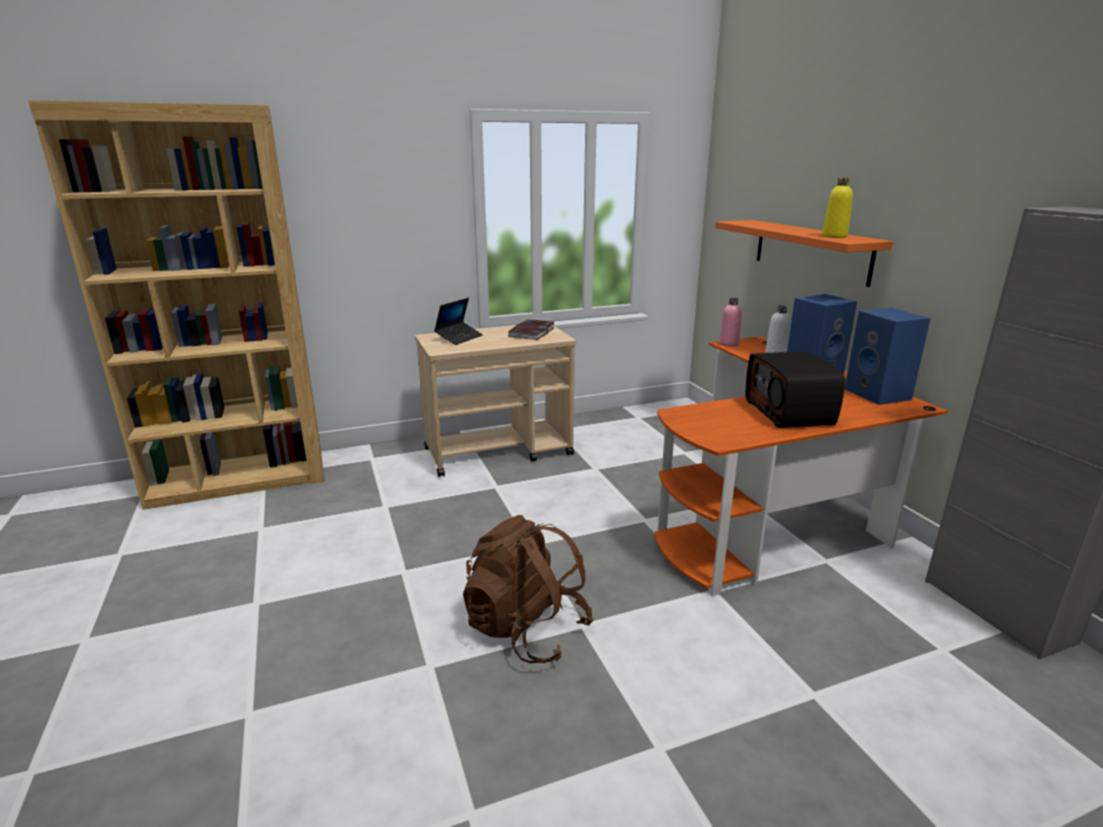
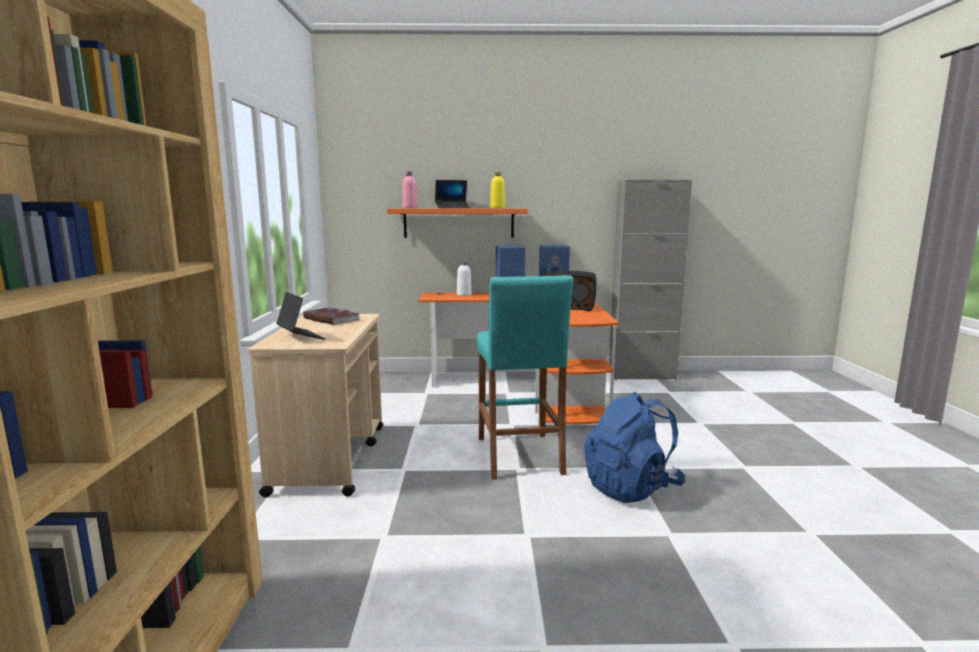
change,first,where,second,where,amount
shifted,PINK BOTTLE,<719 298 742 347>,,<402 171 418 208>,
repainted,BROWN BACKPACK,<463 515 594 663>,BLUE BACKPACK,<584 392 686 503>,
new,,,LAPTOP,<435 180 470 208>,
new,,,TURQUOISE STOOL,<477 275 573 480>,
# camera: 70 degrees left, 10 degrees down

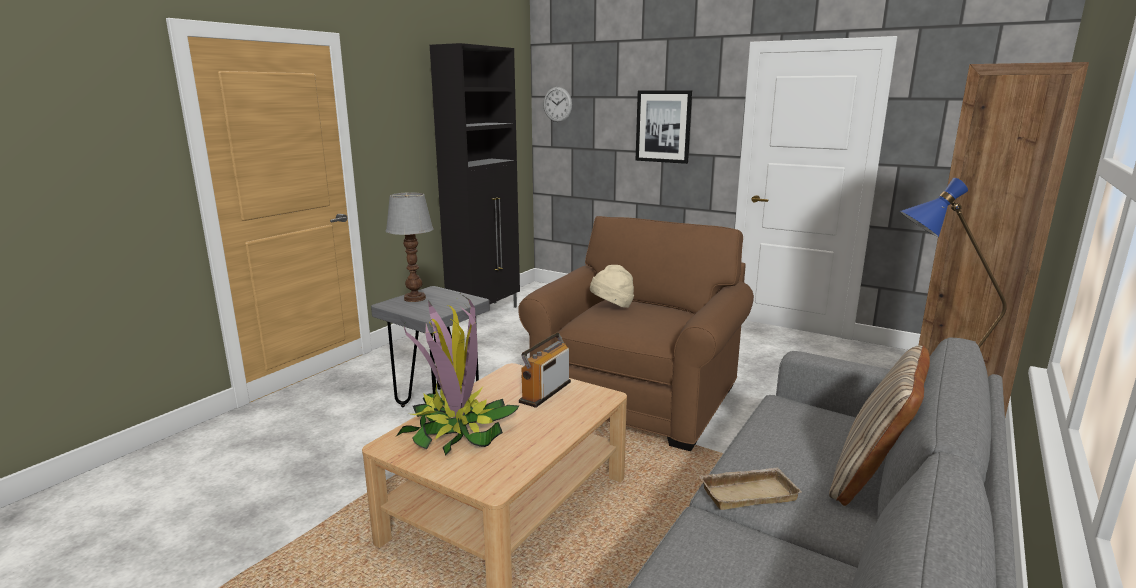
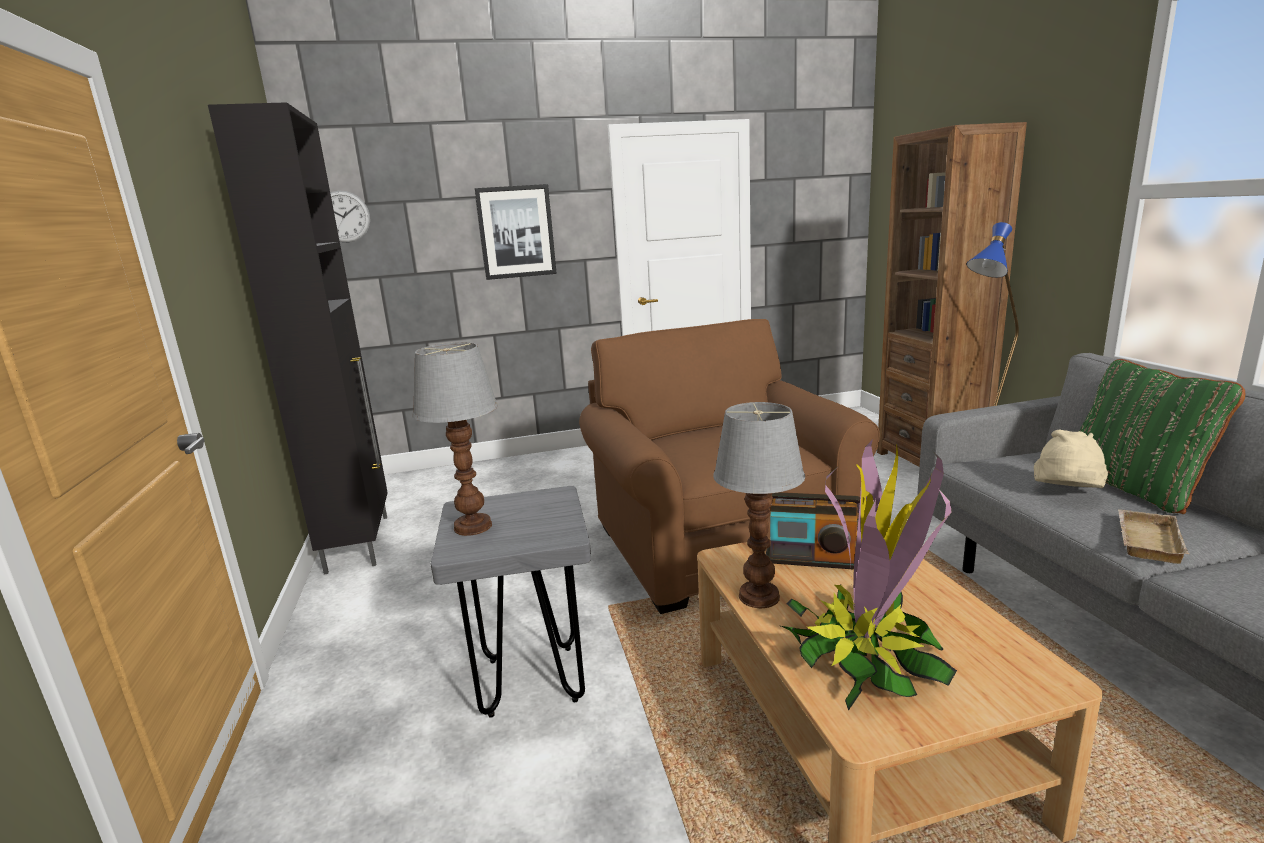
change,first,where,second,where,amount
shifted,BEIGE HAT,<590 265 634 308>,,<1034 430 1108 488>,
rotated,RADIO,<519 333 571 408>,,<766 492 860 570>,60 degrees counterclockwise
repainted,BEIGE PILLOW,<829 345 930 506>,GREEN PILLOW,<1079 359 1245 514>,
new,,,TABLE LAMP,<713 402 805 608>,
# camera: 45 degrees left, 0 degrees up

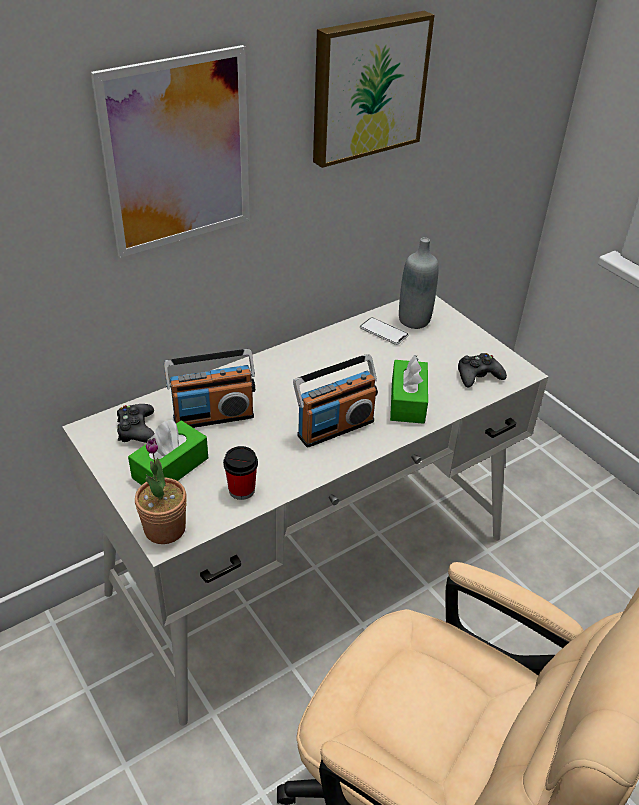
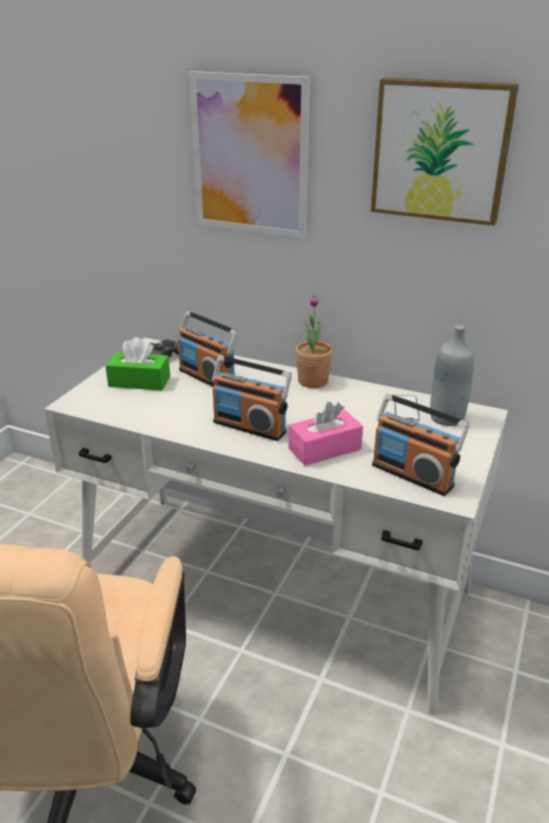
change,first,where,second,where,amount
swapped,BLACK GAME CONTROLLER,<458 353 507 387>,RADIO,<372 394 470 496>,
repainted,GREEN TISSUE BOX,<390 355 428 424>,PINK TISSUE BOX,<289 402 363 466>,
shifted,POTTED PLANT,<135 438 187 544>,,<296 295 333 388>,
gone,CUP,<223 446 258 500>,,,
# camera: 60 degrees right, 10 degrees down

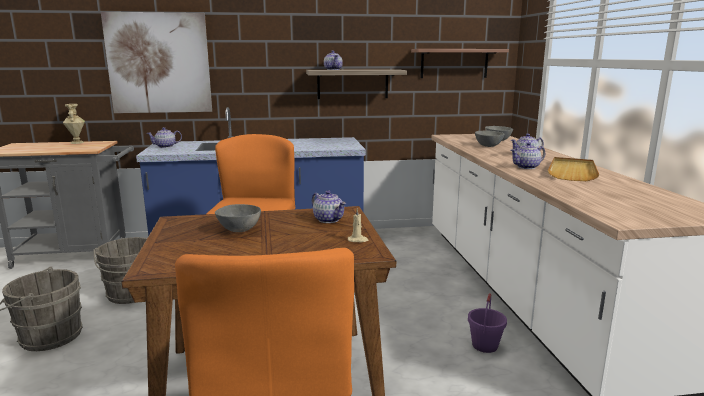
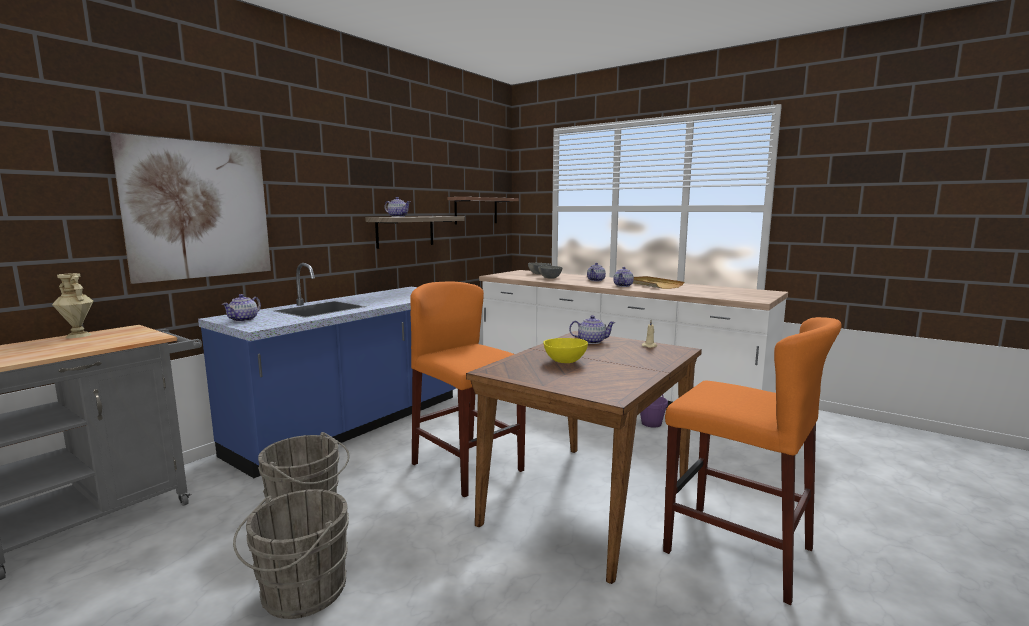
change,first,where,second,where,amount
repainted,GREY BOWL,<215 204 261 232>,YELLOW BOWL,<544 338 588 363>,
# camera: 45 degrees left, 5 degrees down

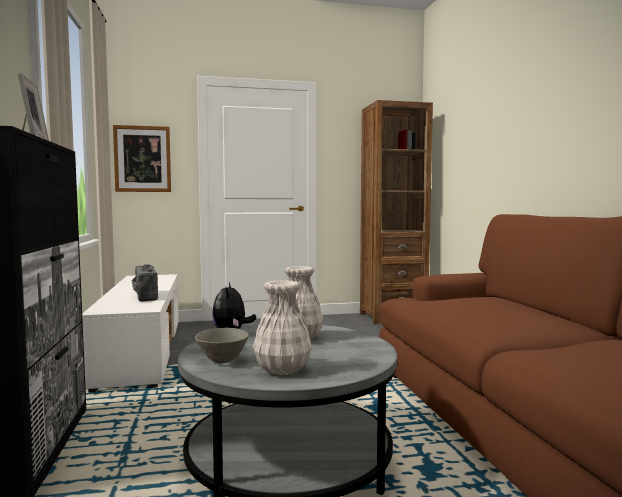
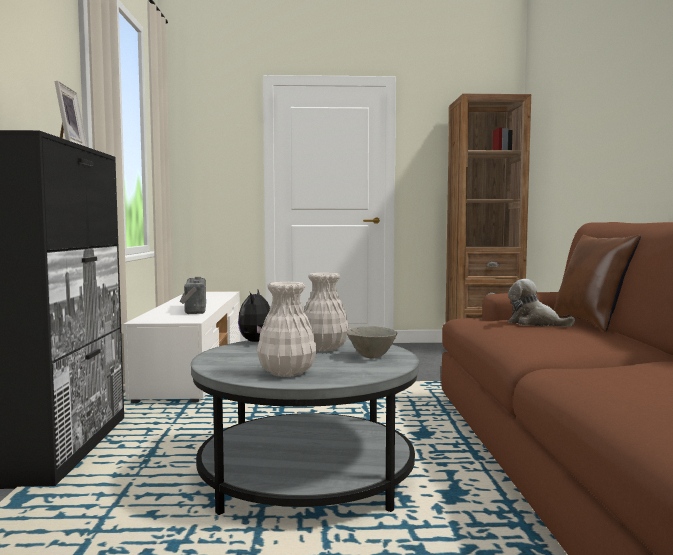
change,first,where,second,where,amount
gone,PICTURE,<113 125 171 192>,,,
shifted,GREY BOWL,<195 328 249 363>,,<346 326 397 358>,
new,,,BROWN PILLOW,<554 235 641 332>,
new,,,PLUSH TOY,<508 279 575 327>,
# camera: 10 degrees right, 0 degrees up

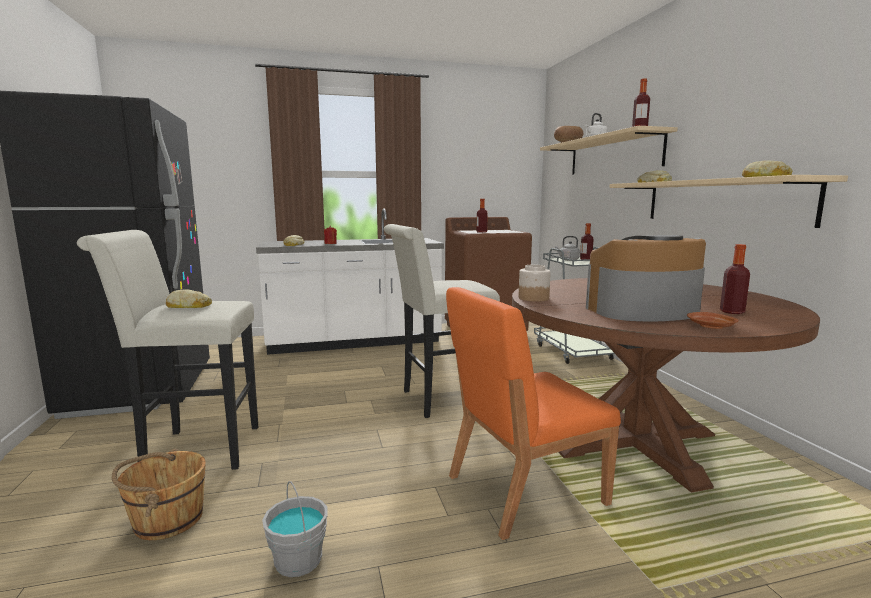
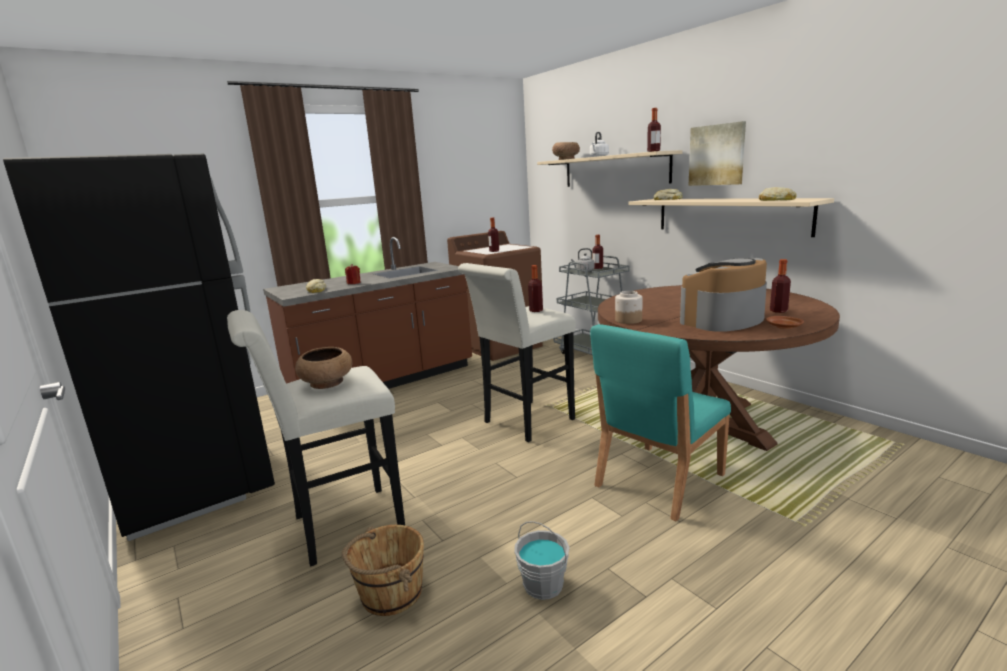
change,first,where,second,where,amount
repainted,WHITE COUNTER,<256 208 444 355>,BROWN COUNTER,<263 237 472 389>,
repainted,ORANGE CHAIR,<446 287 621 540>,TURQUOISE CHAIR,<590 324 731 521>,
swapped,BREAD,<166 290 212 308>,BROWN BOWL,<295 347 352 389>,
new,,,PICTURE,<688 121 746 186>,
new,,,BOTTLE,<528 265 543 312>,
# camera: 20 degrees left, 5 degrees up

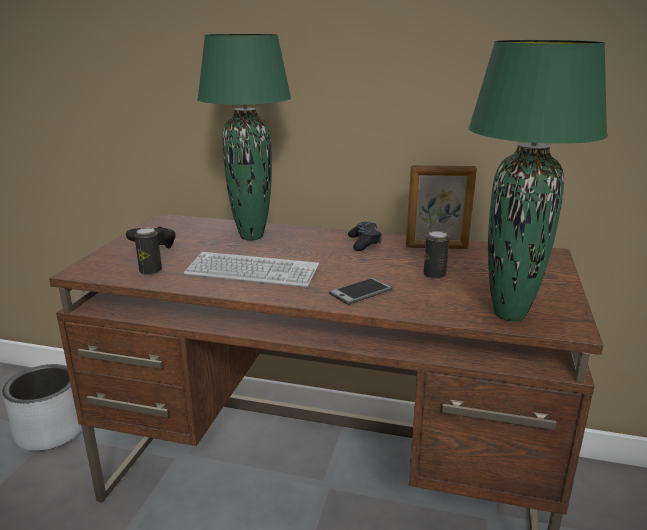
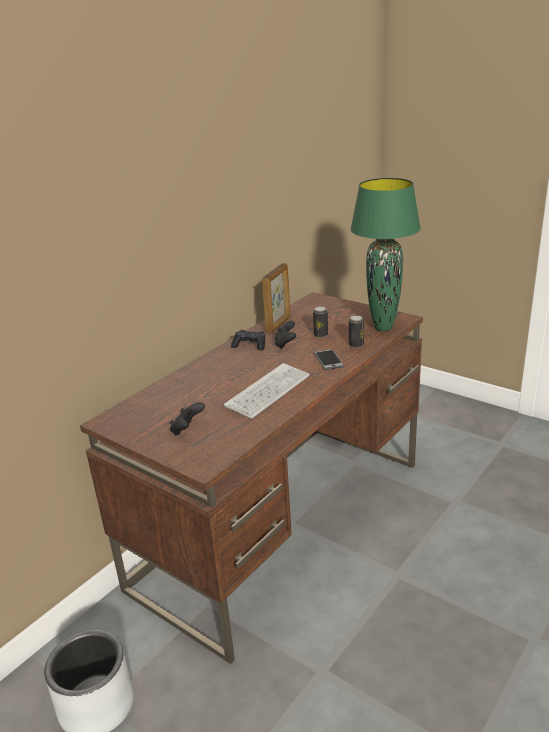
change,first,where,second,where,amount
gone,GREEN TABLE LAMP,<197 34 291 241>,,,
shifted,CAN,<134 228 162 275>,,<349 315 364 348>,
new,,,BLACK GAME CONTROLLER,<275 321 296 349>,
# camera: 65 degrees left, 5 degrees up

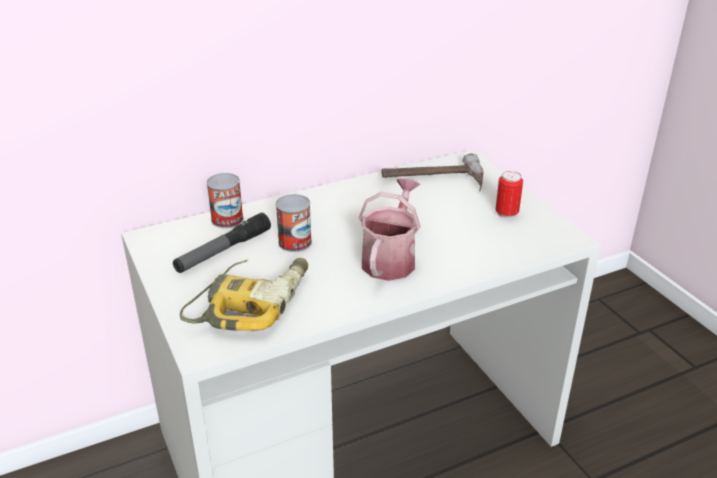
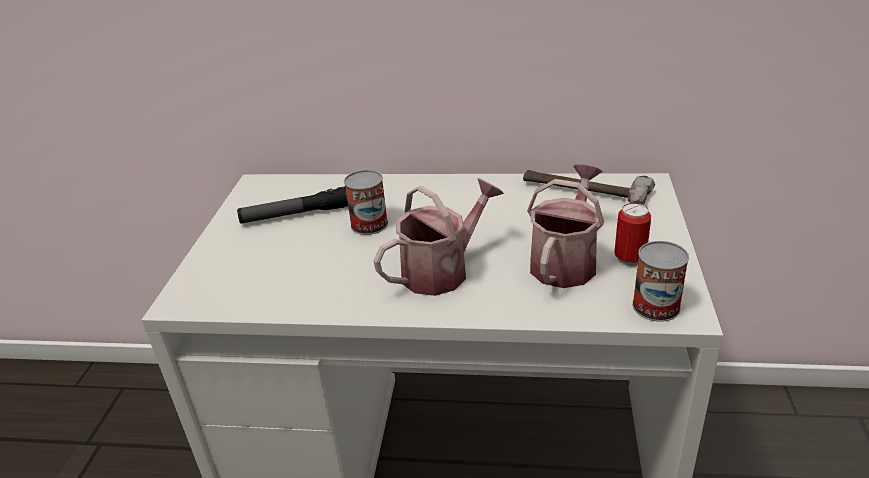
change,first,where,second,where,amount
shifted,CAN,<206 173 243 228>,,<632 241 689 322>,
gone,POWER DRILL,<180 258 308 331>,,,
new,,,WATERING CAN,<527 164 604 288>,
# camera: 35 degrees right, 0 degrees up

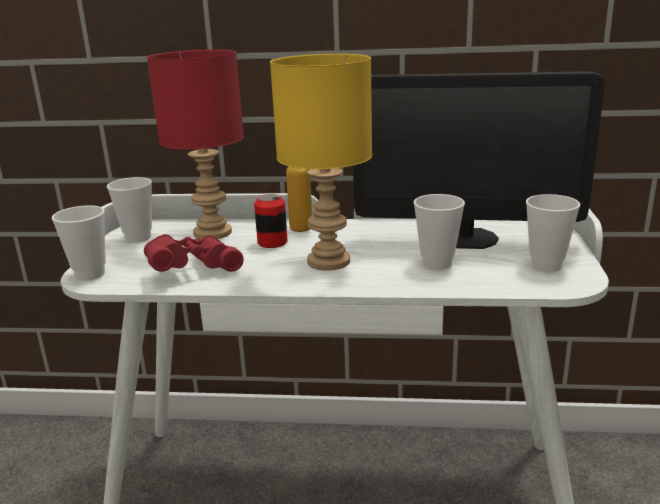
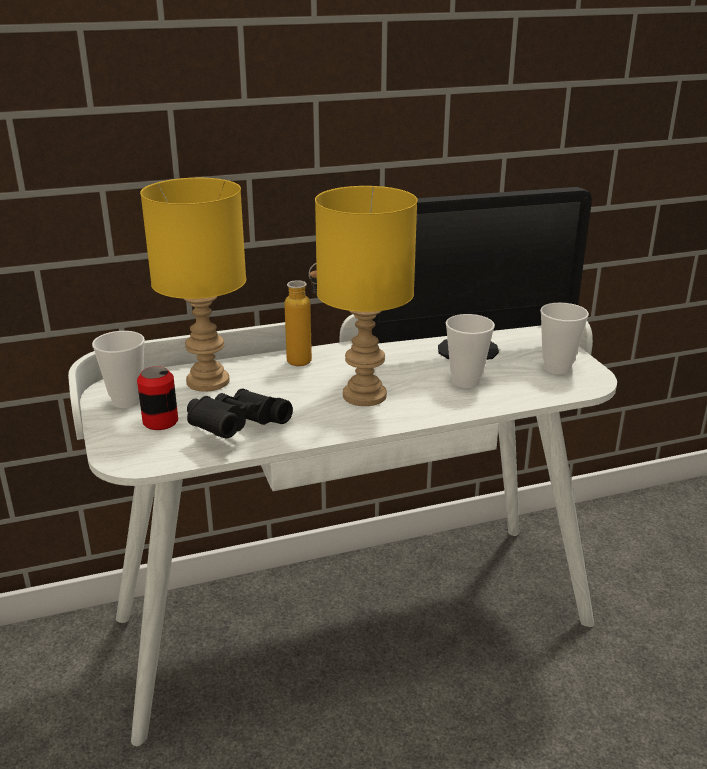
change,first,where,second,where,amount
repainted,RED TABLE LAMP,<147 49 244 239>,YELLOW TABLE LAMP,<140 178 246 392>,
shifted,CAN,<254 194 288 248>,,<137 366 178 430>,
gone,CUP,<52 205 106 281>,,,
repainted,RED BINOCULARS,<144 234 244 272>,BLACK BINOCULARS,<187 388 293 438>,
# camera: 25 degrees left, 5 degrees up

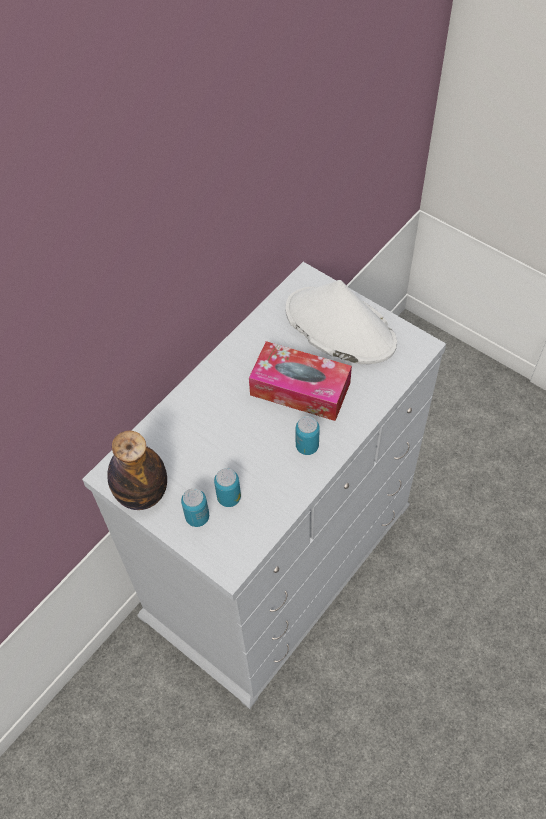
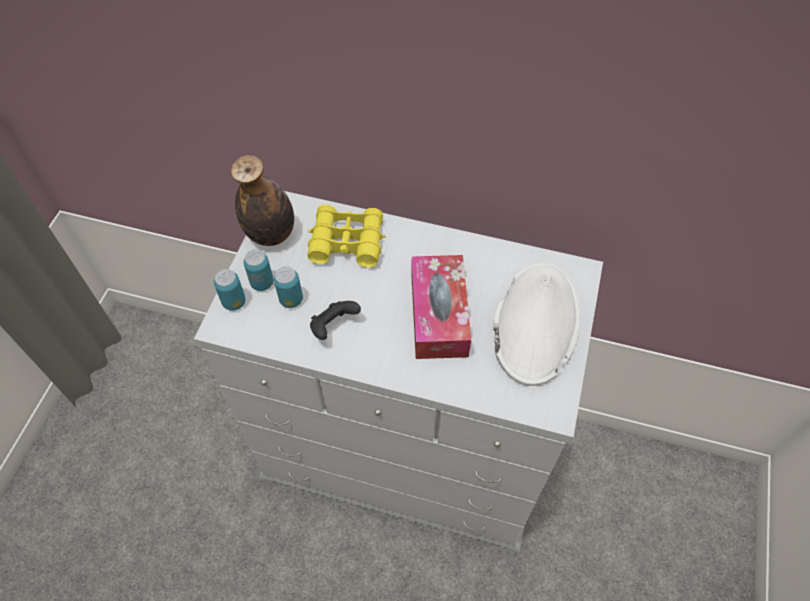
change,first,where,second,where,amount
shifted,CAN,<296 416 320 455>,,<214 269 246 311>,
new,,,YELLOW BINOCULARS,<308 205 386 268>,
new,,,BLACK GAME CONTROLLER,<310 301 361 340>,
# camera: 65 degrees right, 0 degrees up

